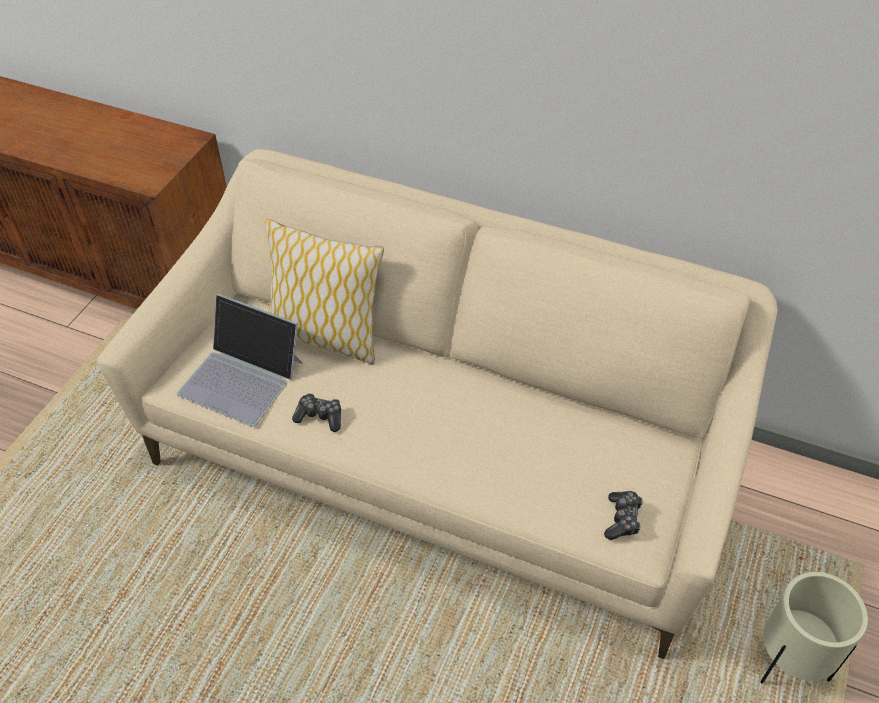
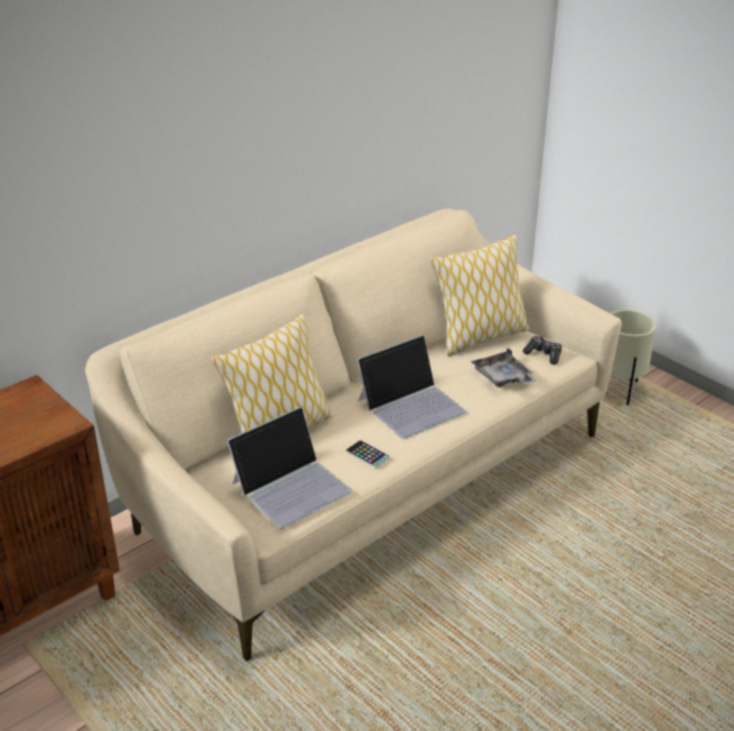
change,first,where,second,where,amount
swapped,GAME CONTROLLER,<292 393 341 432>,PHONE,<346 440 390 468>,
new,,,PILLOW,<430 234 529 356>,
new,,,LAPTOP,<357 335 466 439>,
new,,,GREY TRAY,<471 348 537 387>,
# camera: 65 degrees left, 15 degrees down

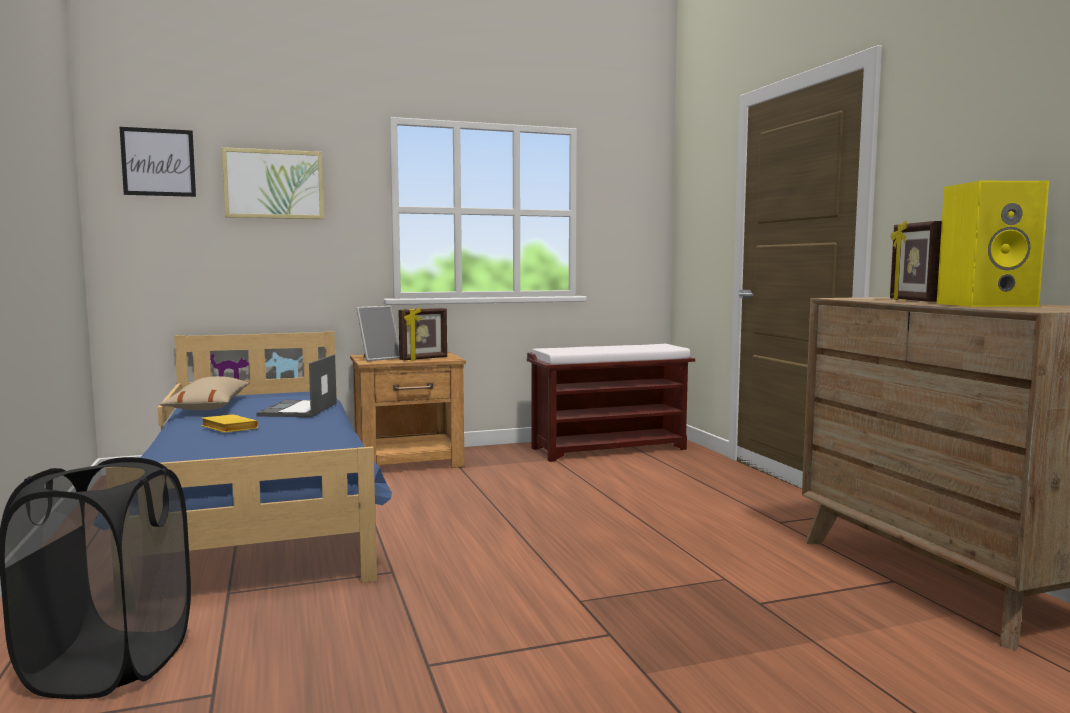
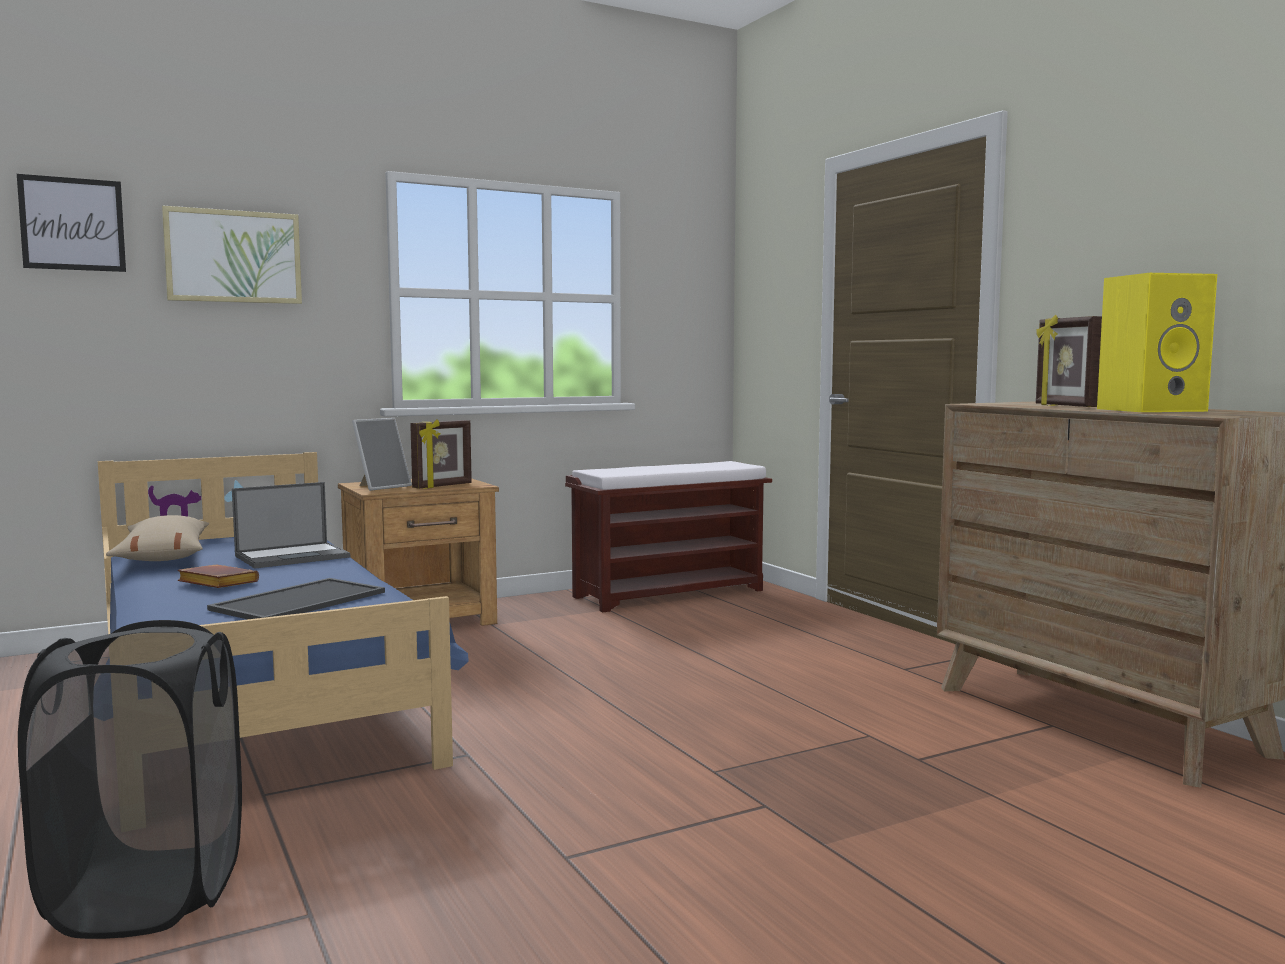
change,first,where,second,where,amount
rotated,LAPTOP,<256 354 337 417>,,<232 482 350 569>,120 degrees counterclockwise
repainted,YELLOW BOOK,<201 414 259 433>,BROWN BOOK,<178 564 259 588>,
new,,,TRAY,<207 578 385 619>,
# camera: 10 degrees left, 0 degrees up

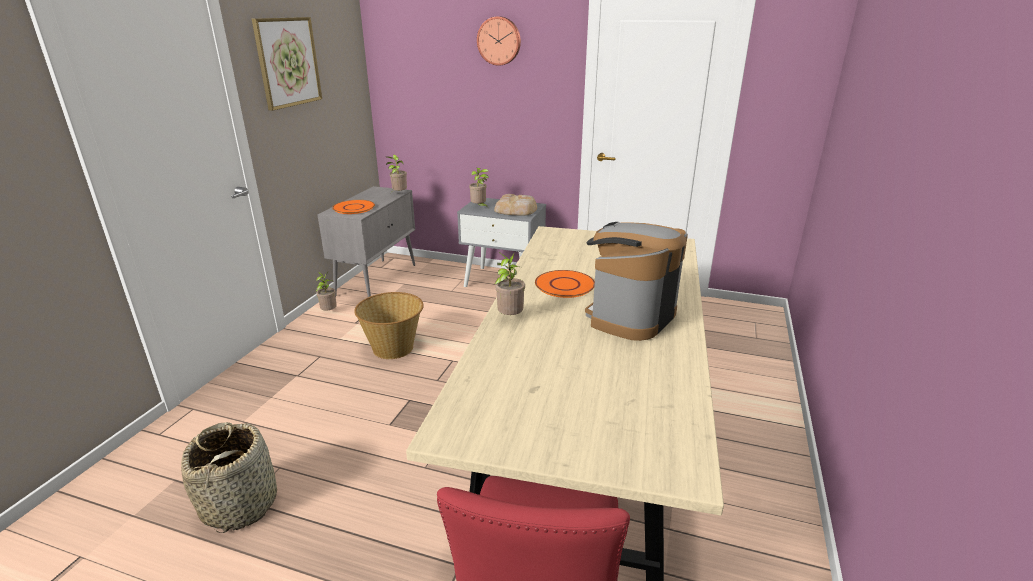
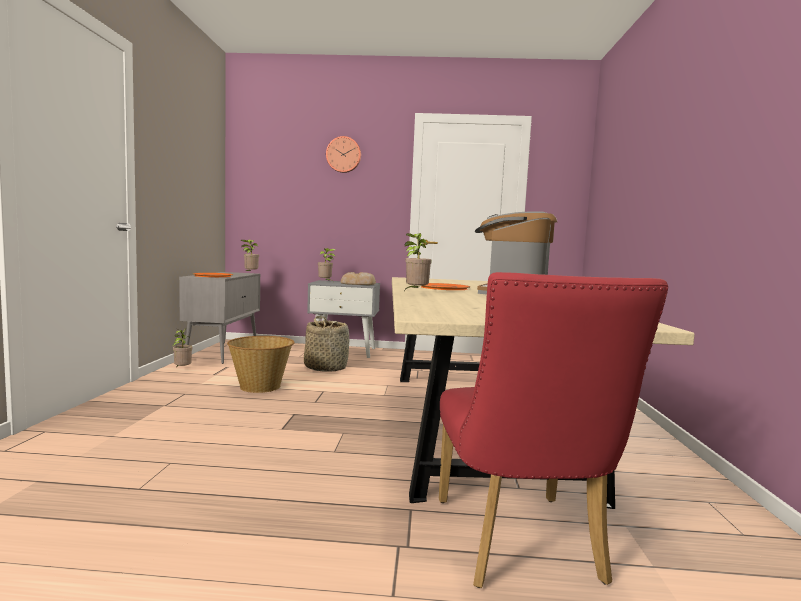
change,first,where,second,where,amount
gone,PICTURE,<252 17 322 111>,,,
shifted,BASKET,<181 422 277 533>,,<304 316 349 372>,
# camera: 15 degrees left, 20 degrees down

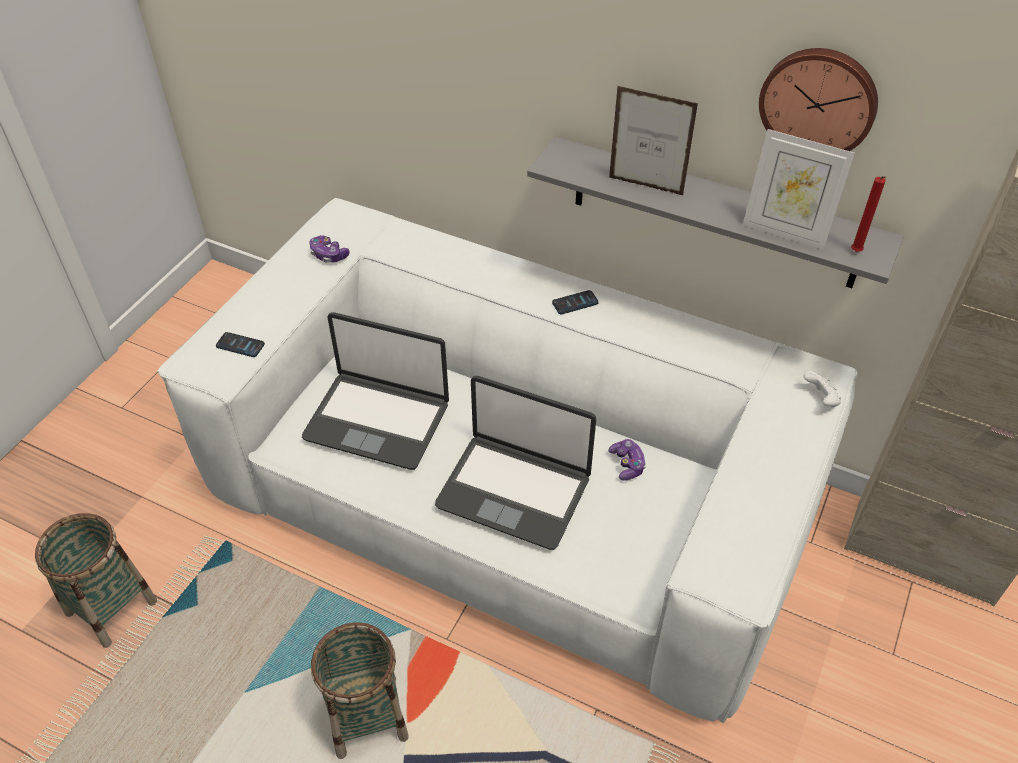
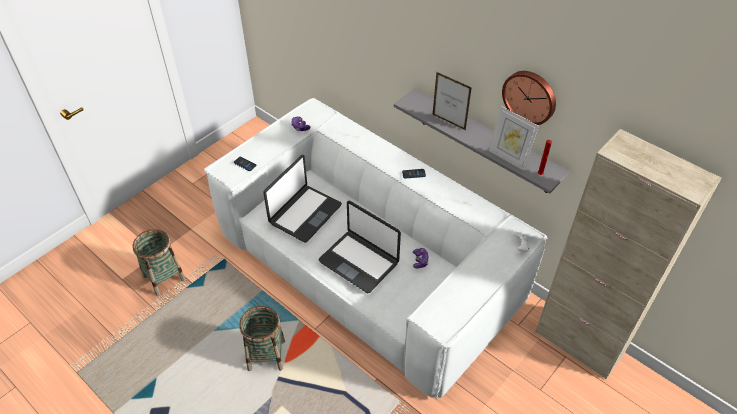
change,first,where,second,where,amount
rotated,LAPTOP,<302 312 449 470>,,<263 155 342 243>,90 degrees counterclockwise
# camera: 15 degrees right, 0 degrees up

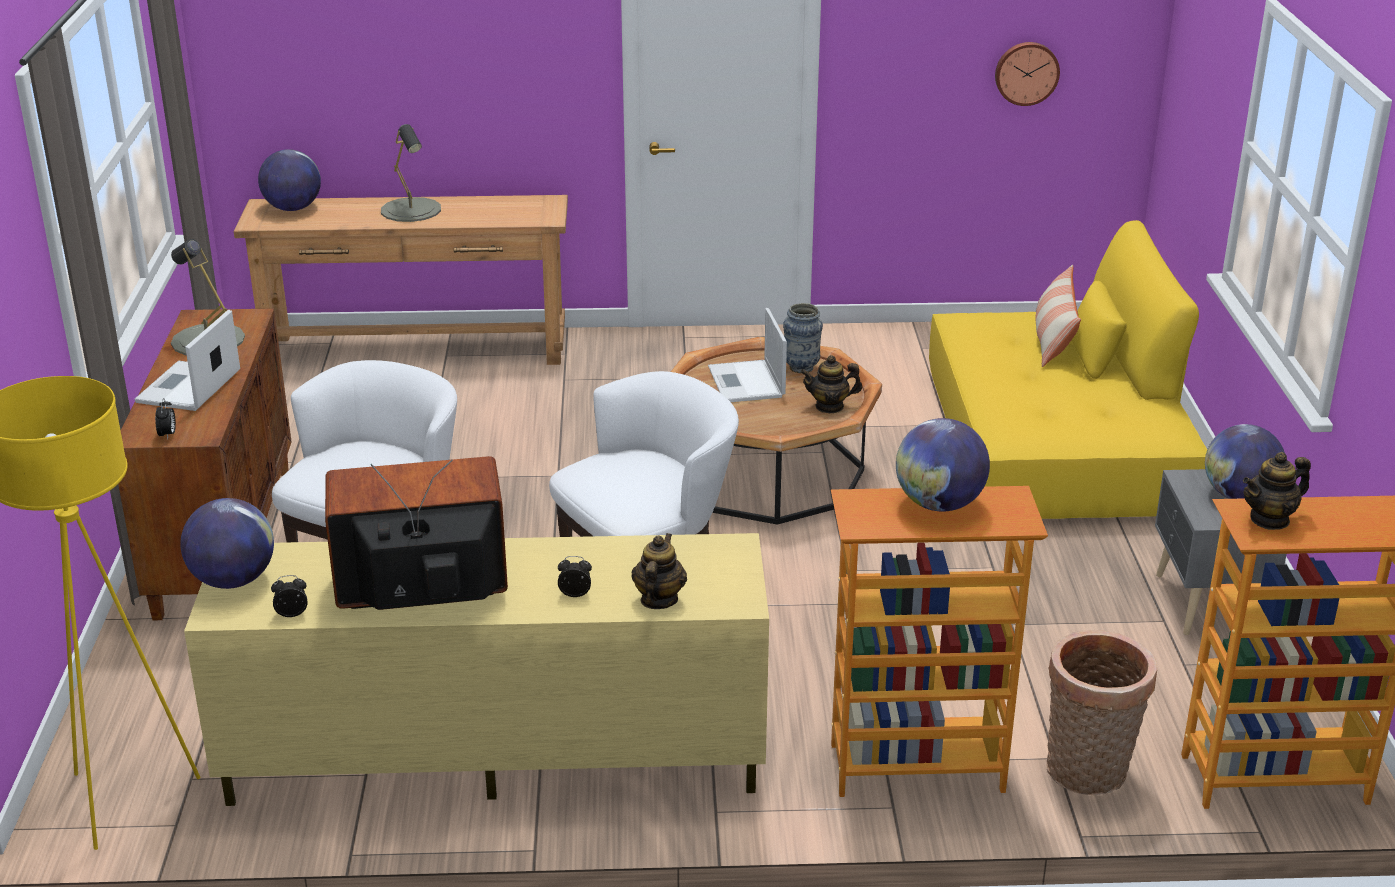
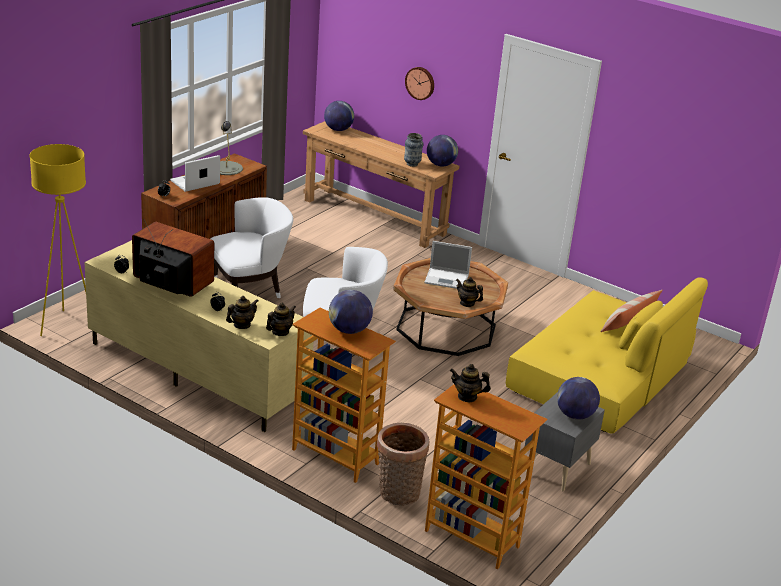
change,first,where,second,where,amount
shifted,WALL CLOCK,<995 42 1060 106>,,<405 67 434 100>,
gone,GREY TABLE LAMP,<381 124 441 222>,,,
shifted,VASE,<783 303 823 373>,,<404 133 424 167>,
rotated,LAPTOP,<708 308 787 402>,,<424 241 472 289>,105 degrees counterclockwise
shifted,GLOBE,<180 498 274 589>,,<427 135 458 167>,
new,,,TEAPOT,<266 303 296 336>,
# camera: 35 degrees right, 0 degrees up

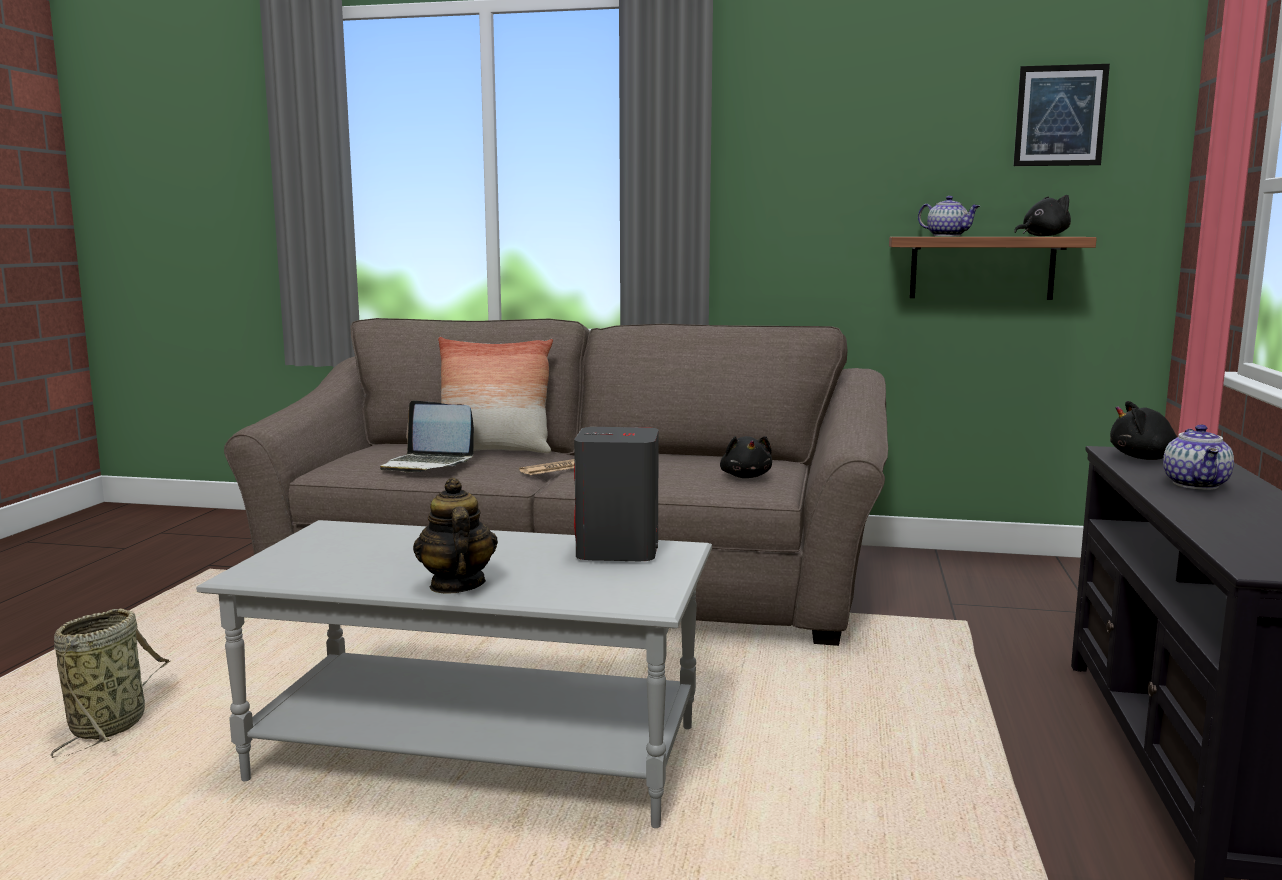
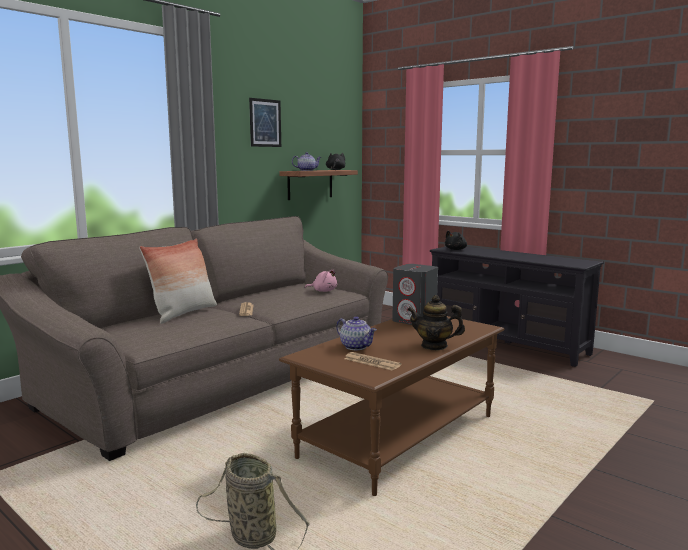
change,first,where,second,where,amount
shifted,PICTURE,<1013 64 1110 166>,,<249 98 281 147>,
gone,LAPTOP,<380 400 474 472>,,,
shifted,TEAPOT,<1163 425 1234 490>,,<336 316 377 350>,
repainted,BLACK PLUSH TOY,<720 436 772 478>,PINK PLUSH TOY,<305 269 337 292>,
repainted,GREY COFFEE TABLE,<196 520 712 828>,BROWN COFFEE TABLE,<279 316 504 496>,
new,,,NEWSPAPER,<344 352 401 371>,
# camera: 60 degrees left, 0 degrees up

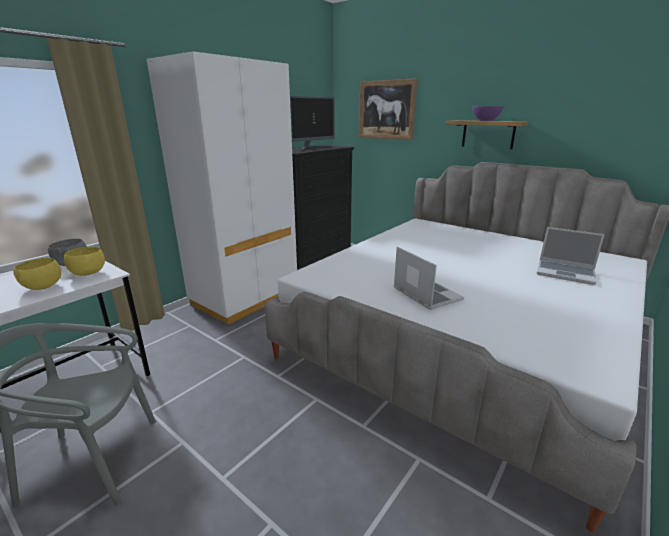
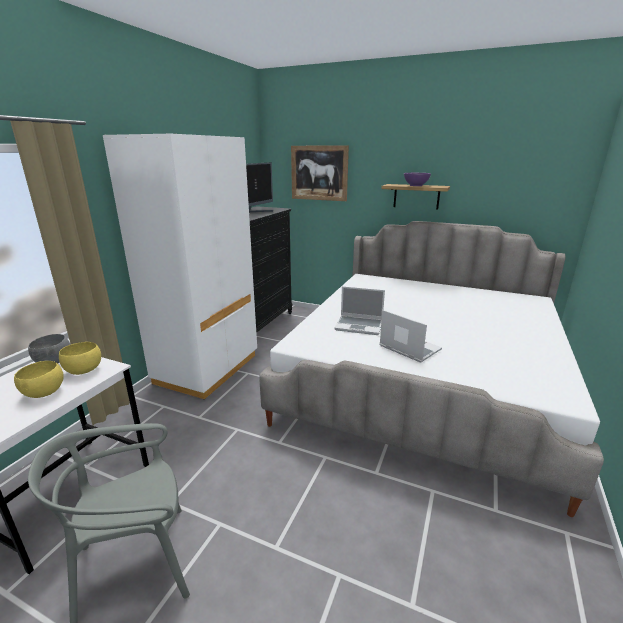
change,first,where,second,where,amount
shifted,LAPTOP,<537 227 605 285>,,<335 286 385 335>,
# camera: 15 degrees left, 0 degrees up

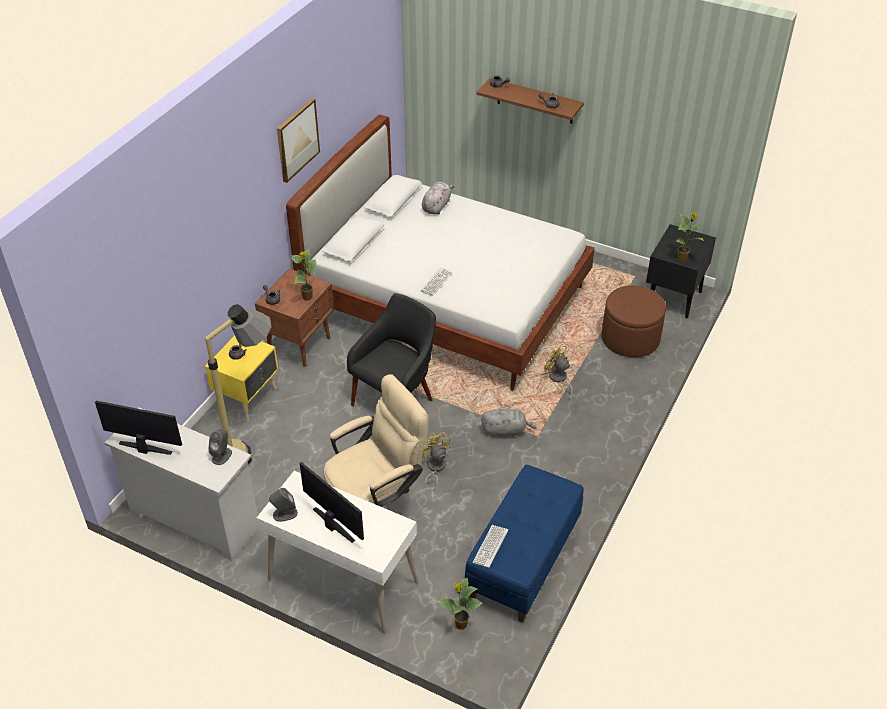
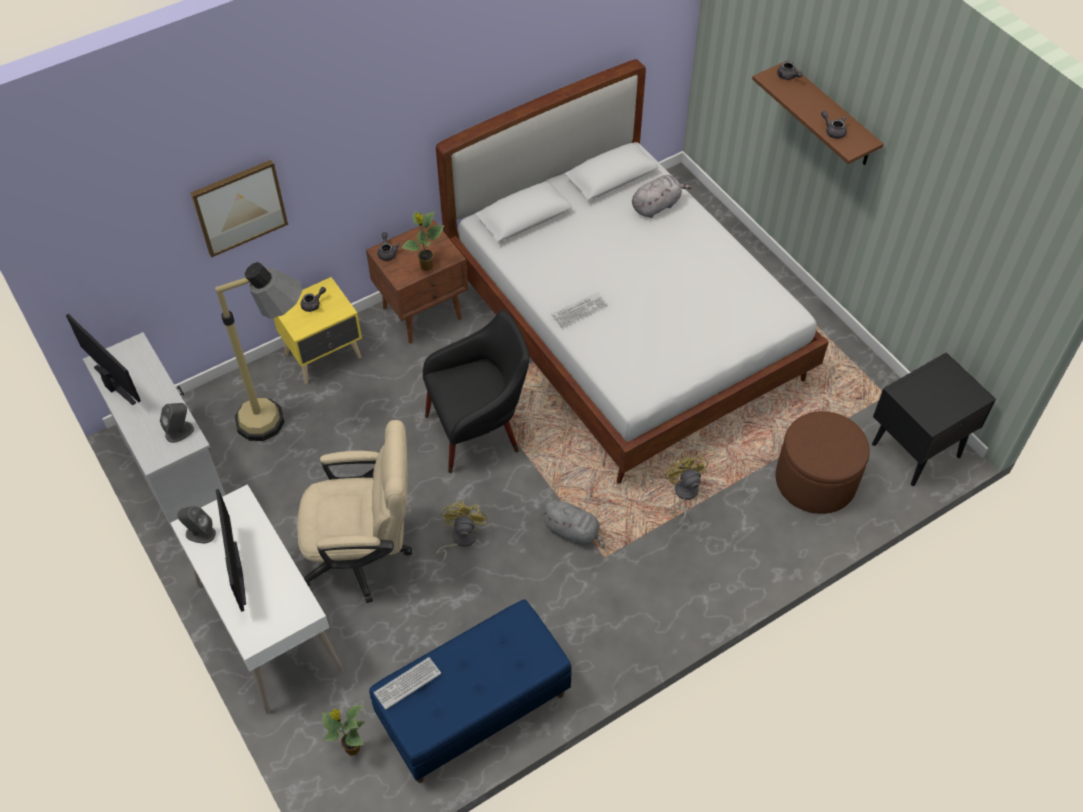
change,first,where,second,where,amount
shifted,PICTURE,<277 98 320 183>,,<190 160 288 257>,
gone,POTTED PLANT,<676 212 704 262>,,,
# camera: 30 degrees right, 10 degrees up

